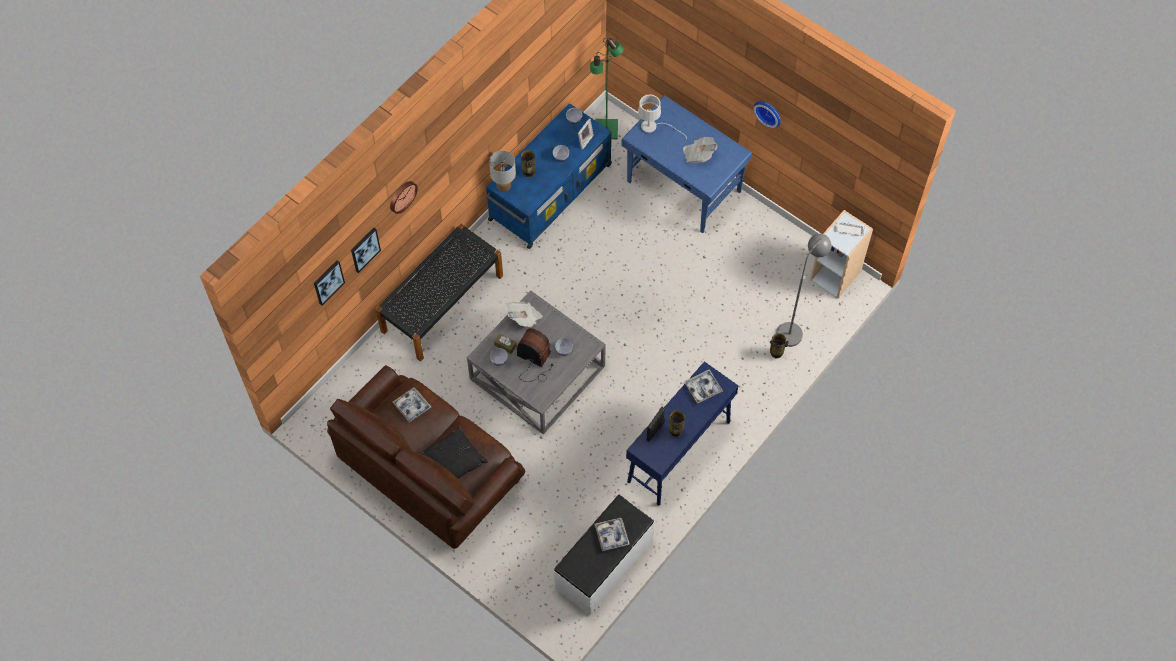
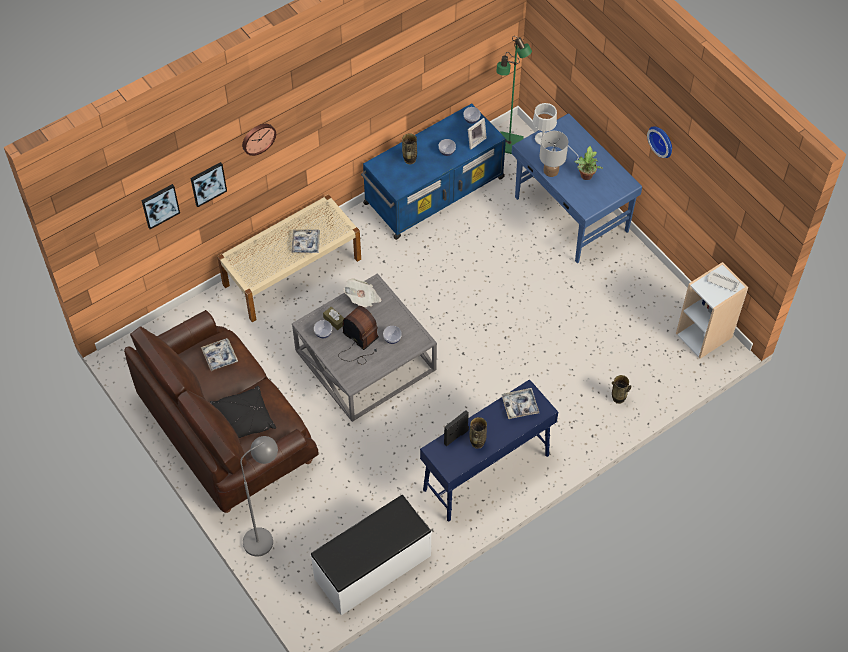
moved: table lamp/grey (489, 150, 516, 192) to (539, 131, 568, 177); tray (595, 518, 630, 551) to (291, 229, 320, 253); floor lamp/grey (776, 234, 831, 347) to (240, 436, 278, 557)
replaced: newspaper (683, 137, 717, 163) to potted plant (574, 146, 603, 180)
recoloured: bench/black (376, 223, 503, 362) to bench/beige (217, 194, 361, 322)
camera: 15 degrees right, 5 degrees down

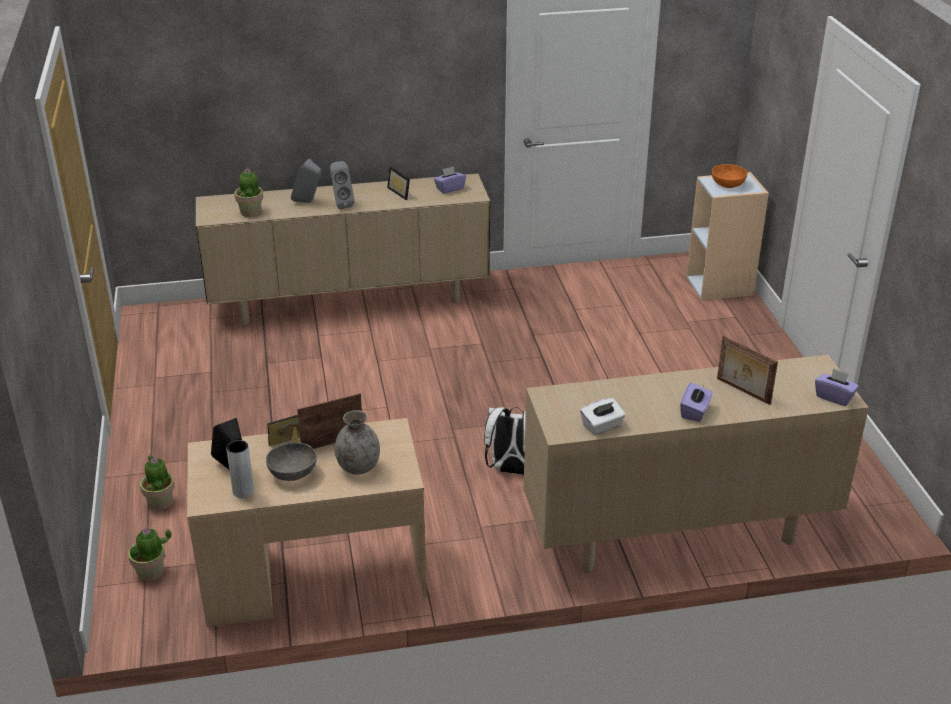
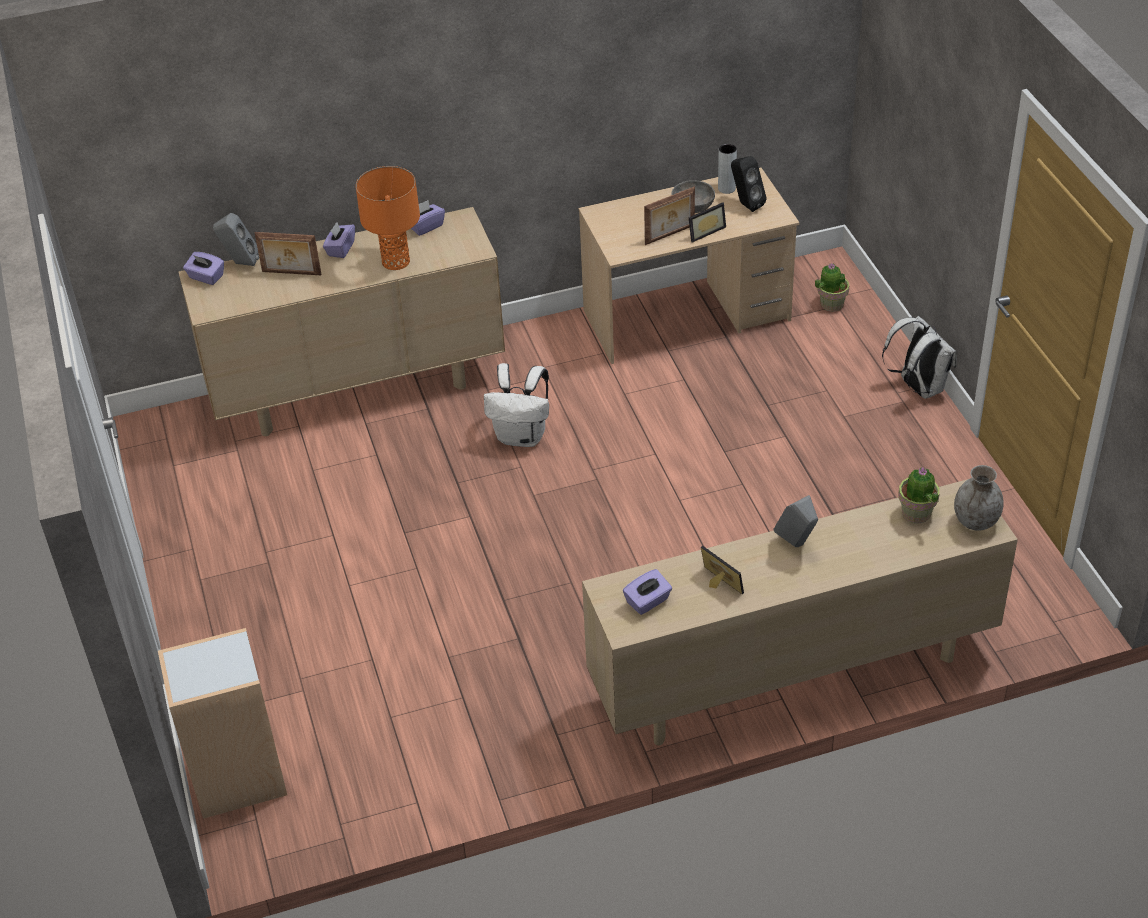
removed: potted plant (140, 454, 175, 510); bowl/orange (712, 164, 748, 188)
added: table lamp/orange (356, 166, 420, 270); backpack/white (882, 316, 957, 399)
moved: speaker/grey (291, 159, 322, 203) to (213, 213, 259, 266); vase/grey (335, 410, 380, 475) to (954, 465, 1004, 531)
recoloured: tissue box/white (580, 398, 626, 435) to tissue box/purple (411, 200, 445, 236)
turned: picture frame (717, 336, 778, 405) = (254, 232, 321, 275) 150 degrees clockwise
camera: 175 degrees right, 10 degrees up

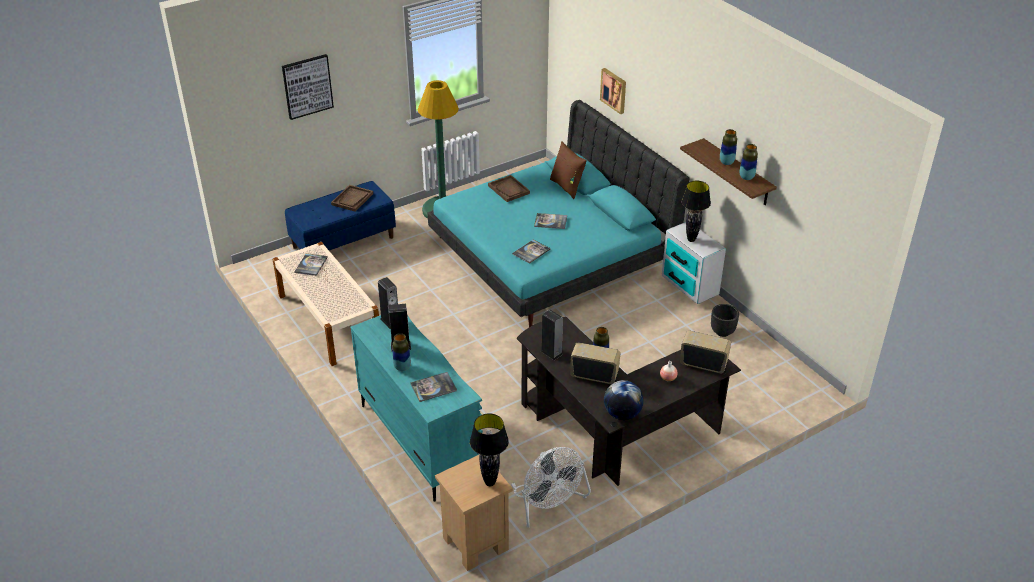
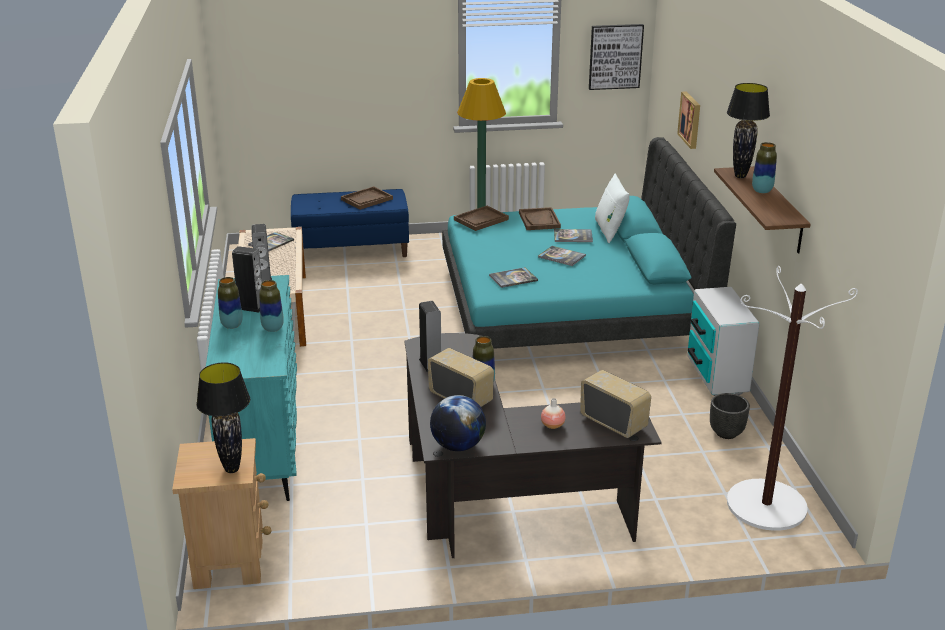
removed: fan/white (511, 447, 591, 527)
added: tray/brown (454, 206, 509, 231); clothes rack/white (727, 266, 858, 531)
moved: picture (282, 54, 334, 120) to (589, 24, 644, 90); book (410, 372, 457, 402) to (554, 229, 593, 242); table lamp/black (681, 181, 711, 242) to (727, 83, 770, 178); vase (740, 144, 758, 180) to (259, 280, 284, 332)
recoloured: pillow/brown (550, 141, 587, 199) to pillow/white (595, 174, 629, 243)
camera: 25 degrees right, 10 degrees down

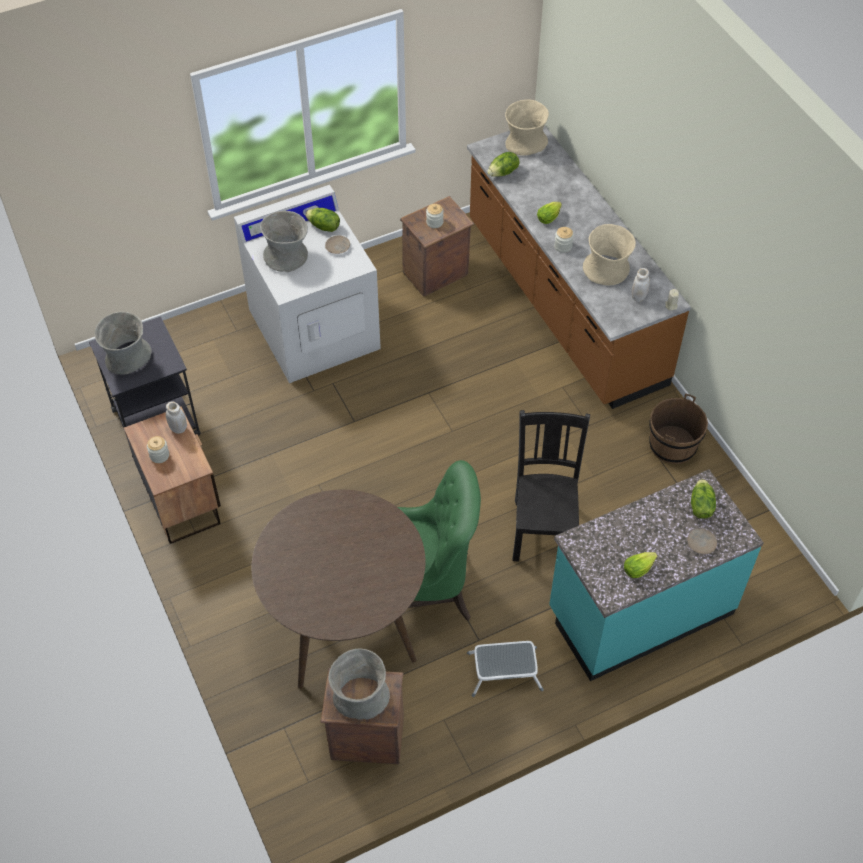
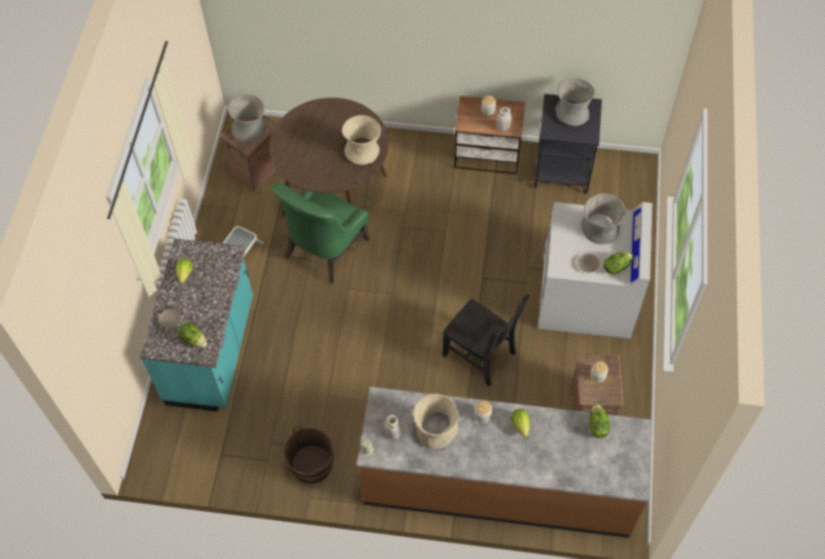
moved: vase/beige (505, 100, 549, 156) to (342, 115, 381, 165); chair/black (512, 410, 590, 561) to (443, 294, 530, 387)
camera: 125 degrees right, 5 degrees up

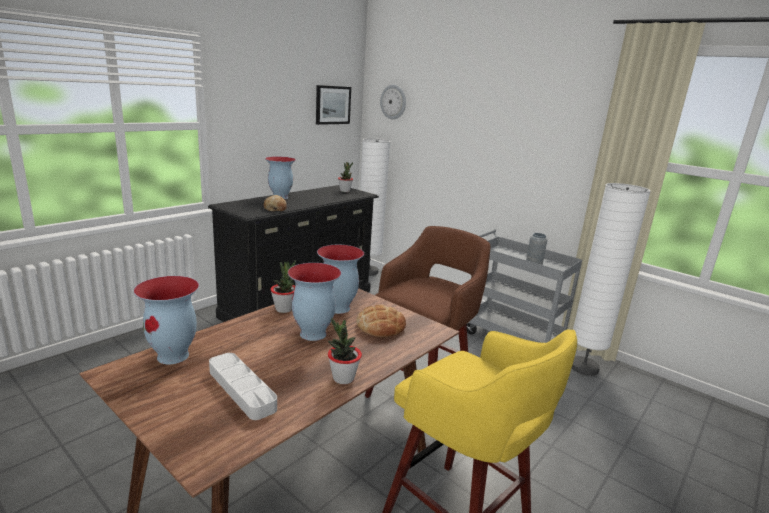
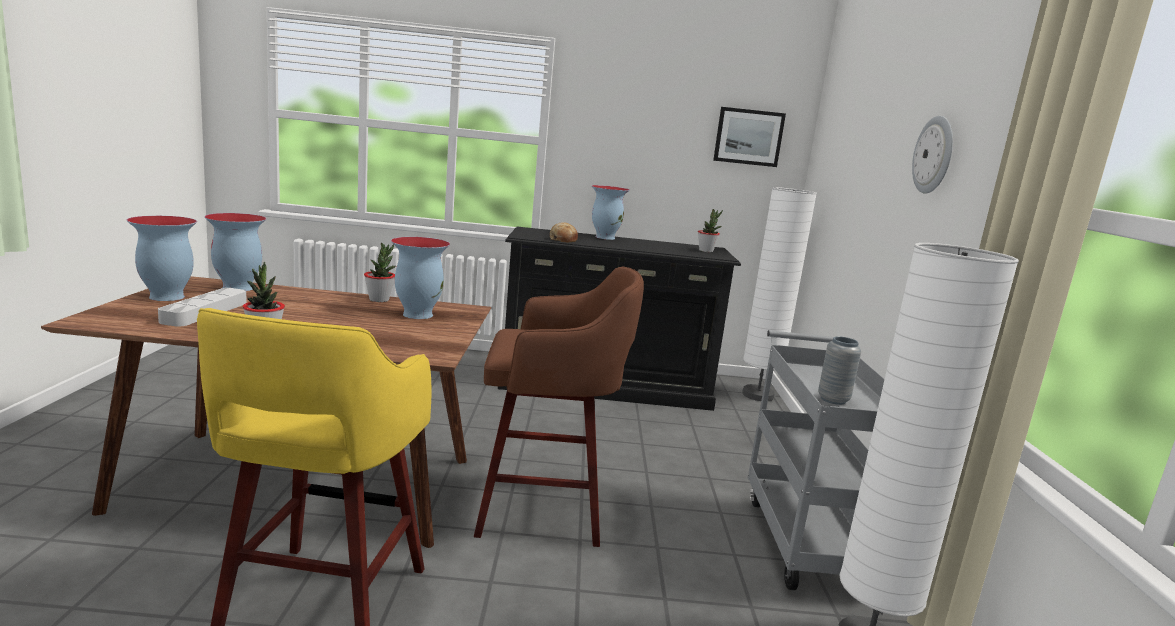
removed: bread (356, 304, 406, 337)
moved: vase (288, 263, 341, 341) to (127, 216, 197, 301); wall clock (380, 85, 406, 119) to (912, 116, 953, 194)
camera: 50 degrees right, 5 degrees down

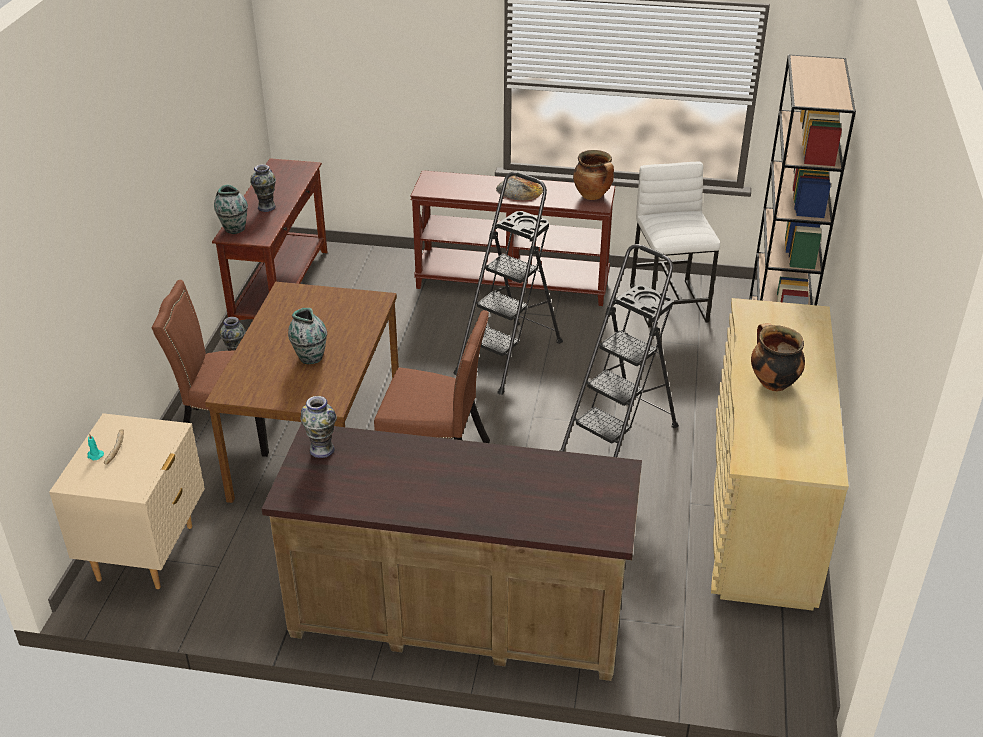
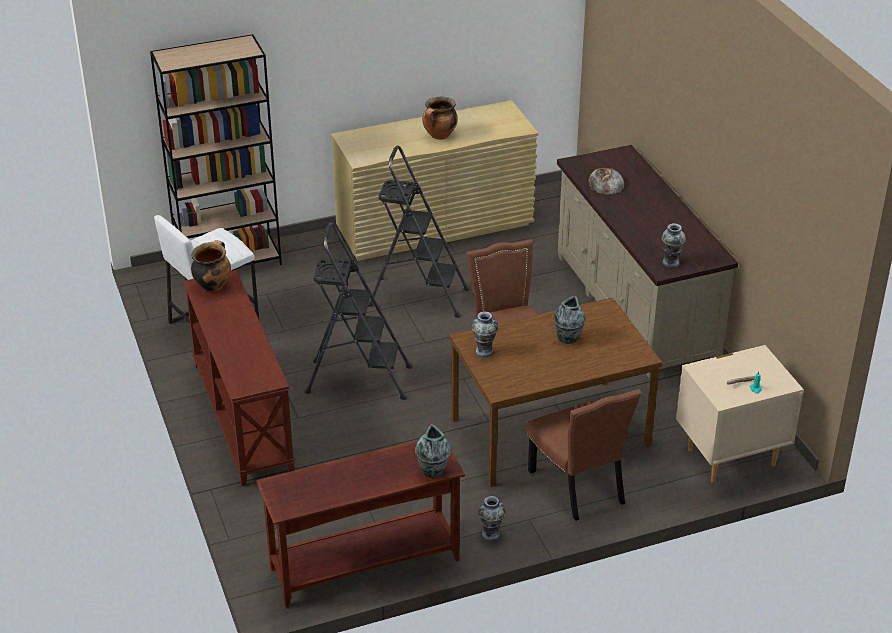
moved: vase (250, 164, 276, 212) to (472, 312, 498, 358); bread (496, 175, 543, 200) to (588, 168, 624, 195)
camera: 120 degrees left, 0 degrees up

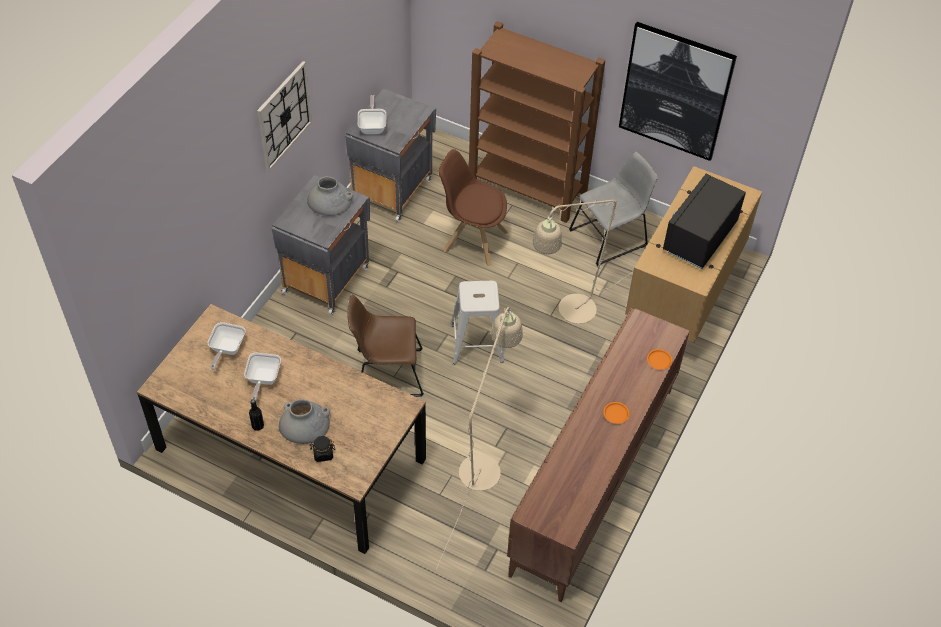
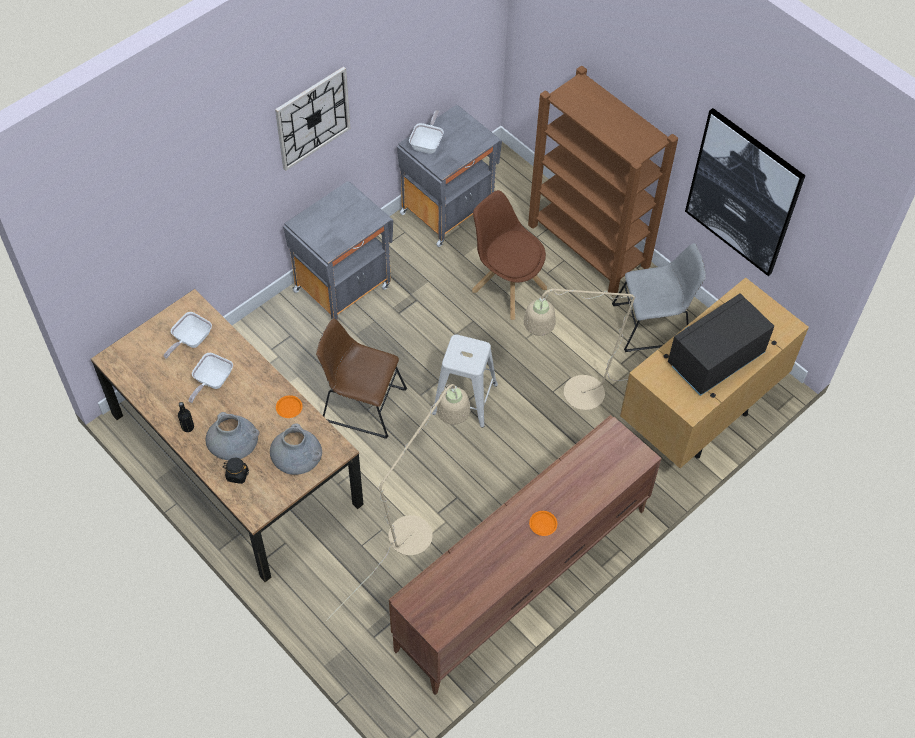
moved: vase/grey (307, 176, 354, 216) to (270, 424, 322, 475); plate/orange (647, 349, 672, 370) to (276, 395, 303, 418)
camera: 20 degrees right, 5 degrees up

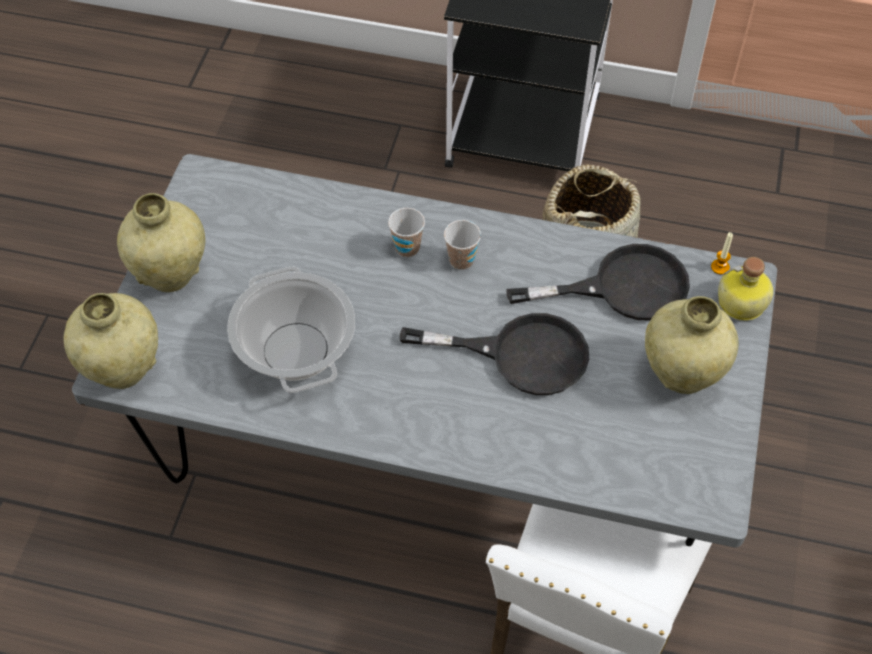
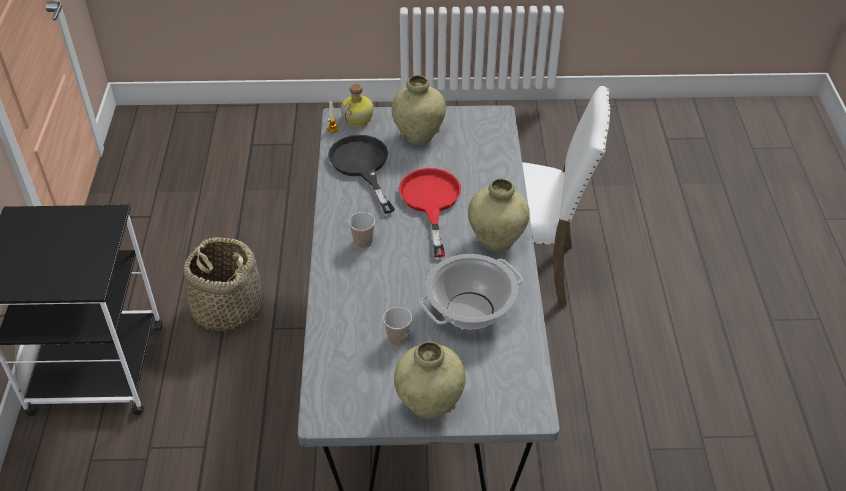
moved: vase/beige (63, 293, 158, 389) to (468, 178, 530, 252); cup (388, 208, 425, 257) to (383, 307, 412, 346)
recoloured: frying pan/black (400, 313, 589, 395) to frying pan/red (399, 168, 461, 257)
camera: 105 degrees left, 10 degrees down

